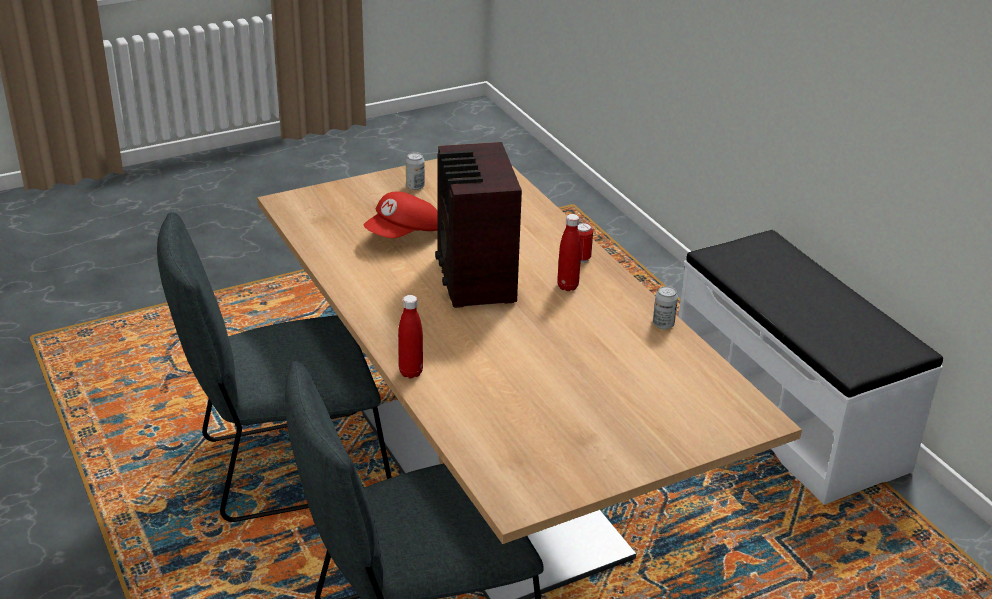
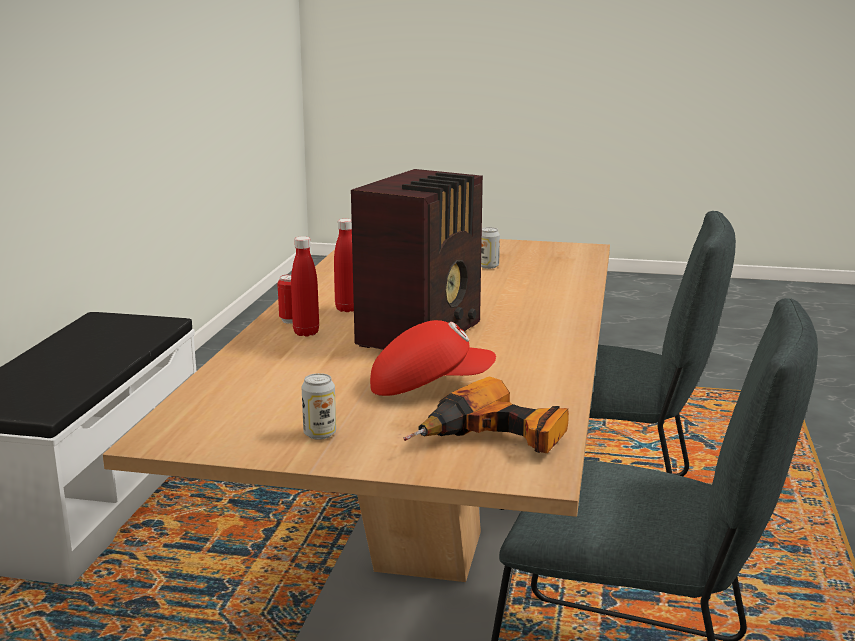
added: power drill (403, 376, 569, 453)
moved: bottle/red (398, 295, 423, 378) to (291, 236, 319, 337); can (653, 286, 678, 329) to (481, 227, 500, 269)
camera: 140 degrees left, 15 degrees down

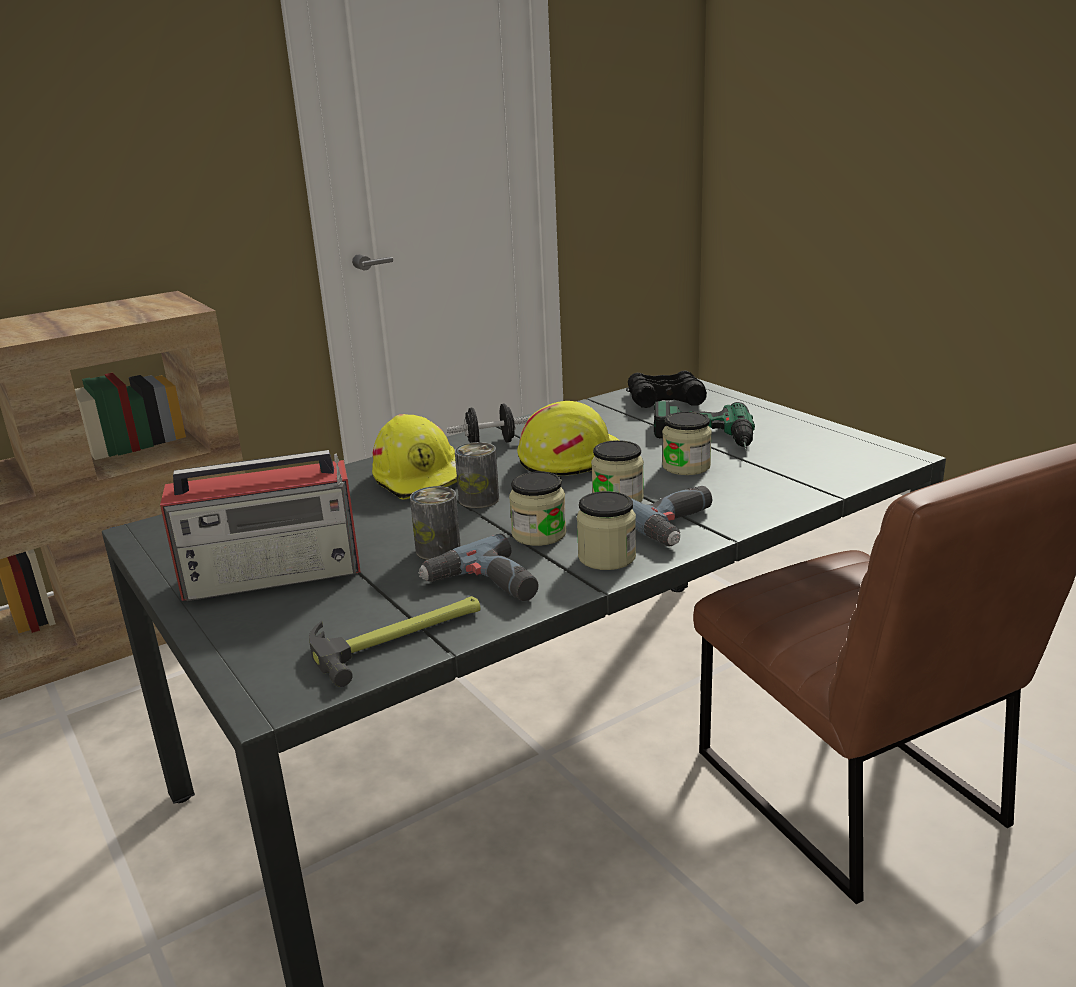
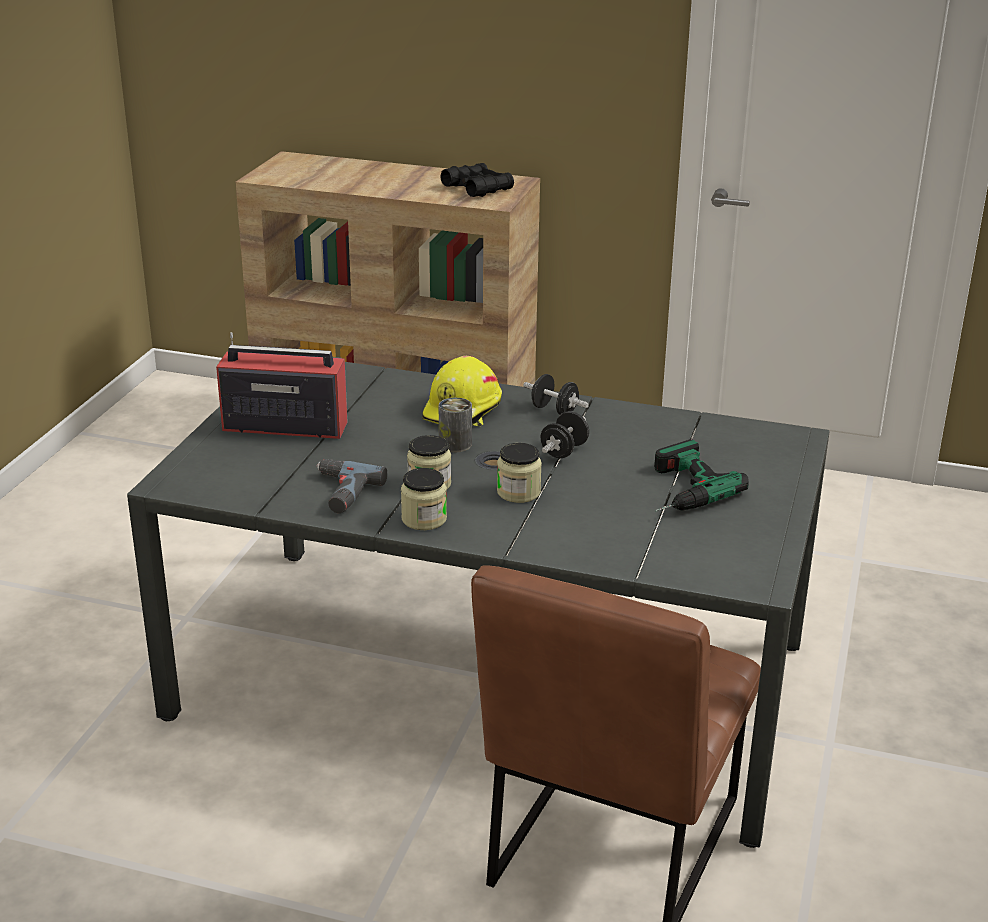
removed: hammer (309, 596, 481, 687); can (410, 486, 461, 560); power drill (631, 486, 712, 547); jar (662, 412, 712, 475)
moved: binoculars/black (626, 371, 707, 408) to (441, 163, 514, 197)
replaced: hard hat/yellow (517, 401, 619, 476) to dumbbell/black (541, 411, 589, 458)
turned: radio (160, 450, 361, 601) = (216, 332, 347, 439) 150 degrees clockwise
camera: 50 degrees right, 5 degrees up

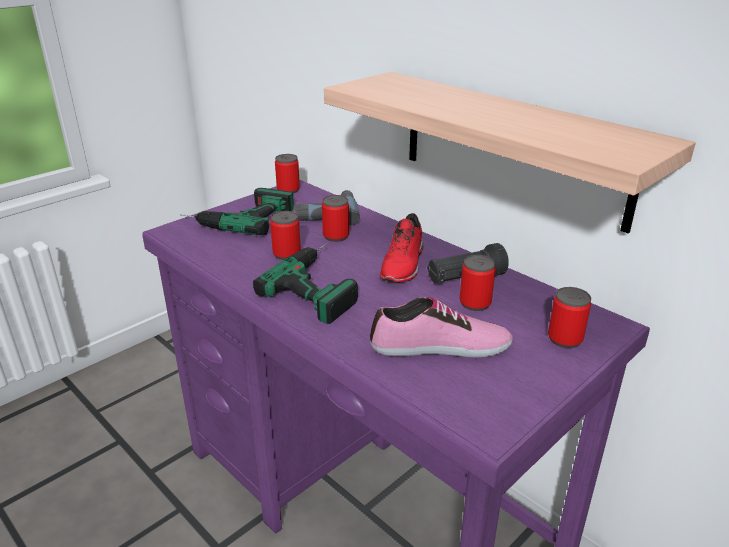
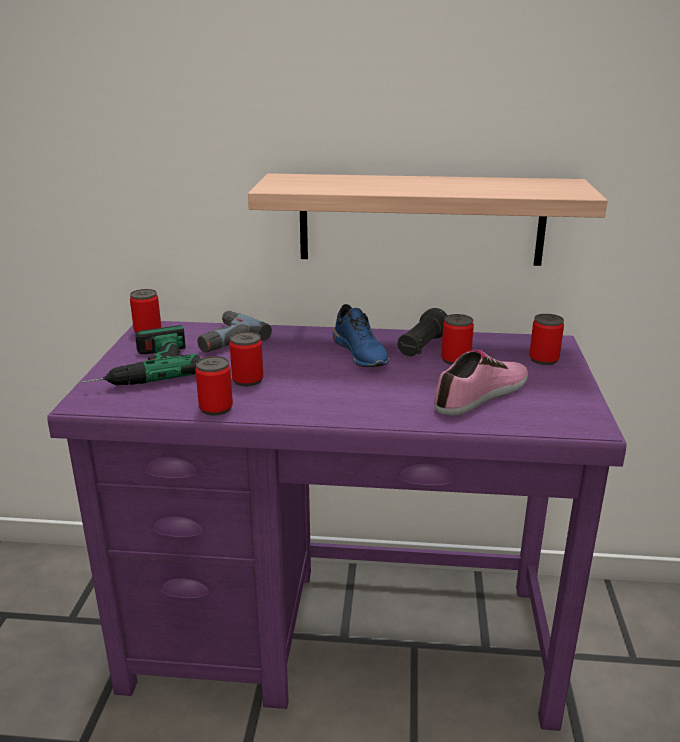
removed: power drill (253, 244, 358, 324)
moved: can (322, 195, 349, 242) to (195, 356, 233, 416)
recoloured: shoe/red (380, 213, 423, 282) to shoe/blue (333, 304, 389, 367)
camera: 40 degrees left, 5 degrees down

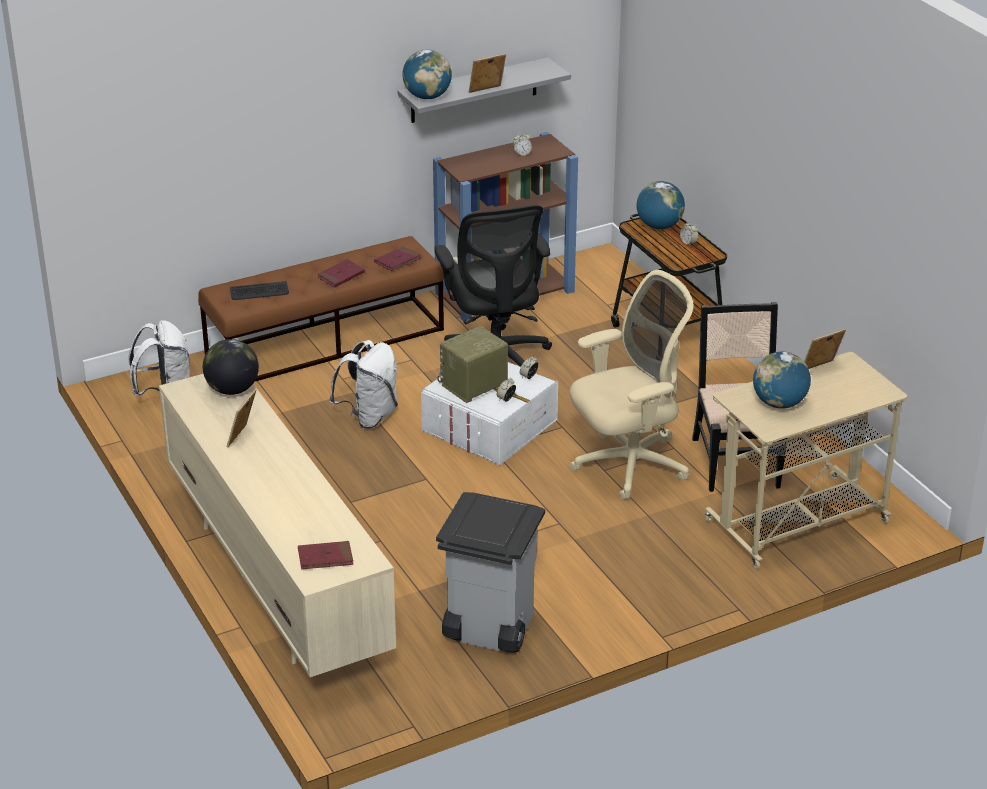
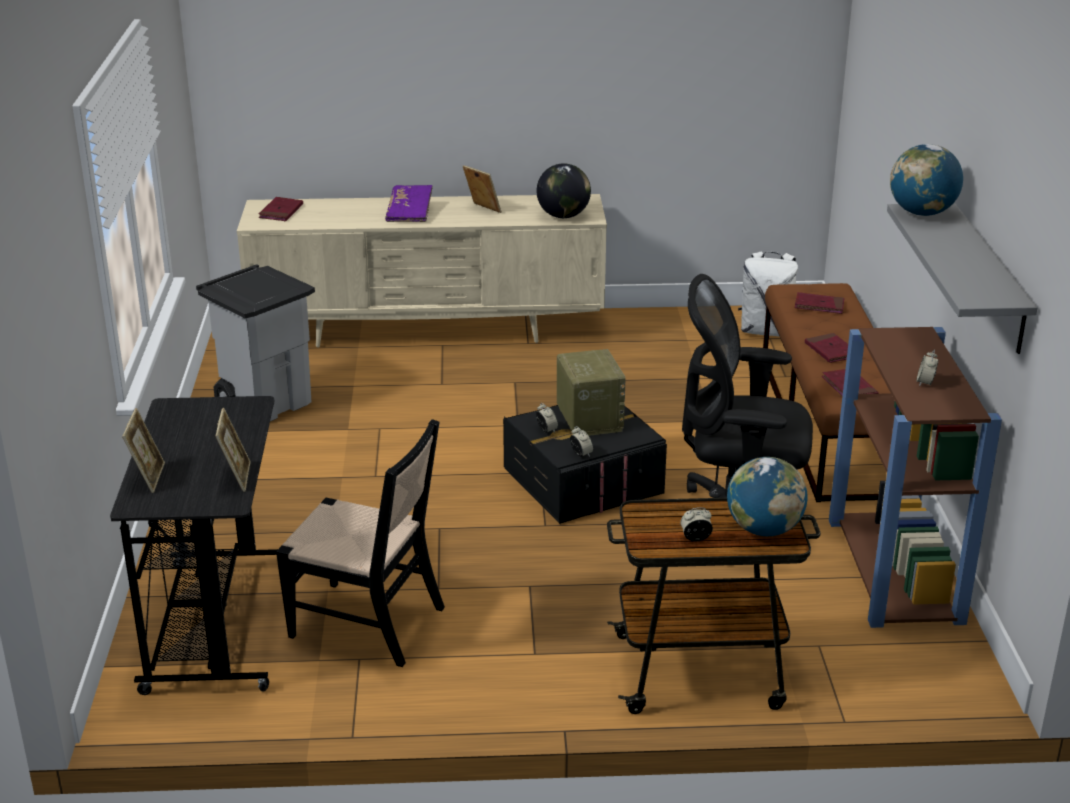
removed: backpack/white (329, 340, 398, 429); office chair/beige (569, 270, 693, 500); globe (753, 352, 811, 409)
added: book/purple (385, 185, 433, 222)
moved: picture frame (469, 53, 506, 93) to (122, 408, 165, 493)
replaced: keyboard (230, 281, 289, 300) to book/red (795, 292, 845, 314)
recoloured: storage box/white (421, 362, 558, 465) to storage box/black (503, 405, 667, 524); desk/beige (705, 352, 907, 569) to desk/black (110, 396, 278, 695)
camera: 115 degrees right, 5 degrees down

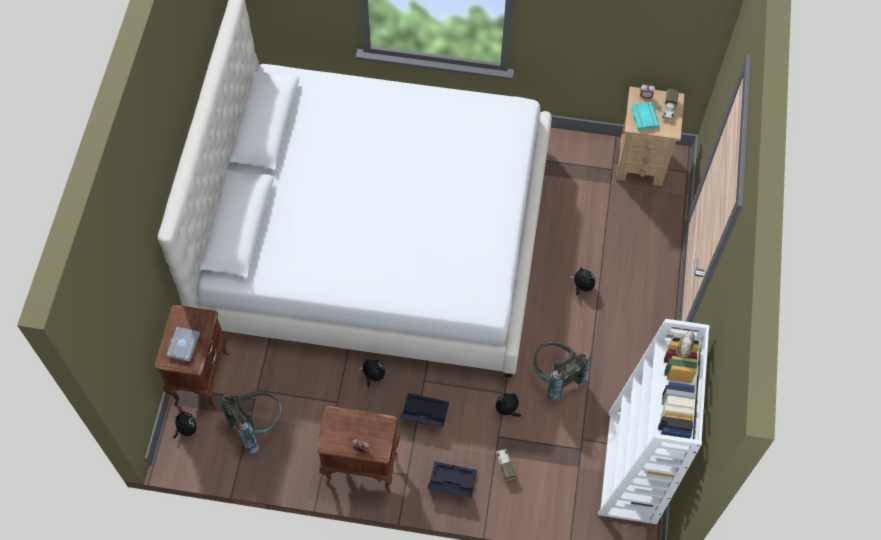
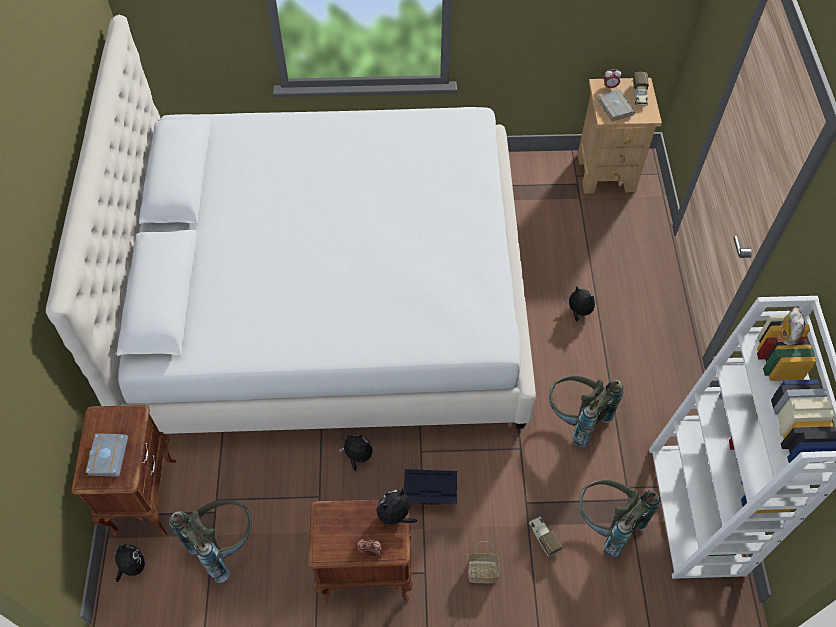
added: backpack/grey (579, 480, 660, 557)
moved: plush toy (496, 392, 521, 419) to (377, 488, 417, 531)
replaced: storage box/black (427, 461, 477, 498) to basket (468, 541, 499, 583)
recoloured: book/turquoise (631, 102, 659, 131) to book/grey (597, 89, 635, 121)
camera: 10 degrees left, 5 degrees down

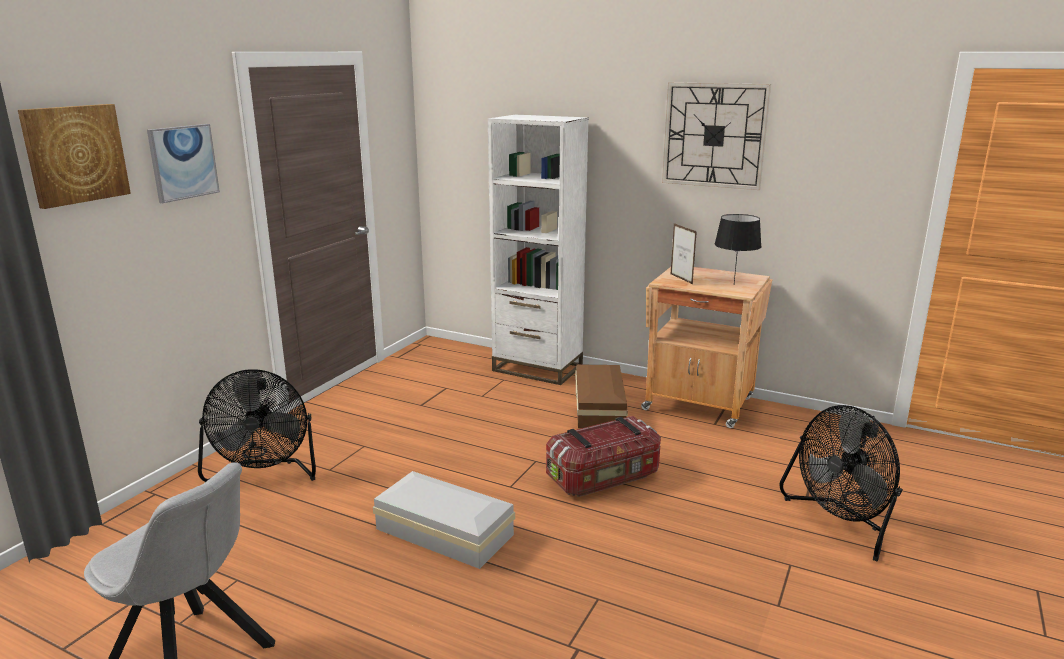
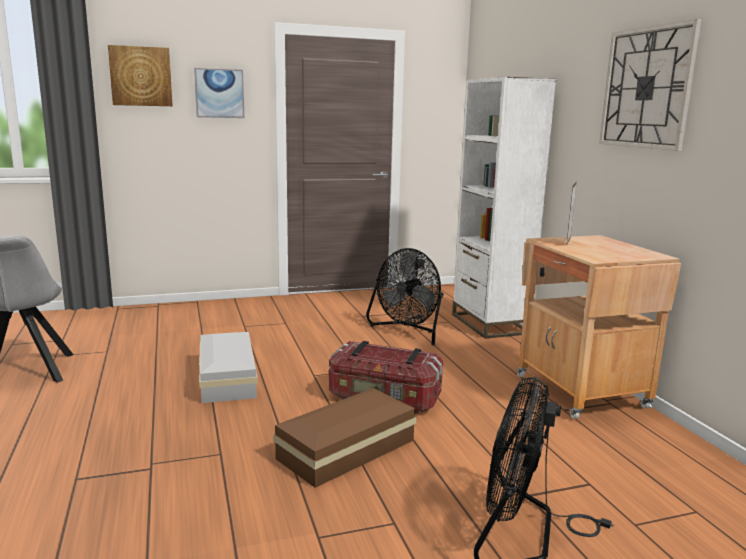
removed: table lamp/black (714, 214, 762, 283)
moved: fan/black (198, 369, 316, 482) to (366, 248, 444, 345); storage box/brown (575, 364, 628, 428) to (273, 388, 416, 488)
camera: 45 degrees right, 5 degrees down

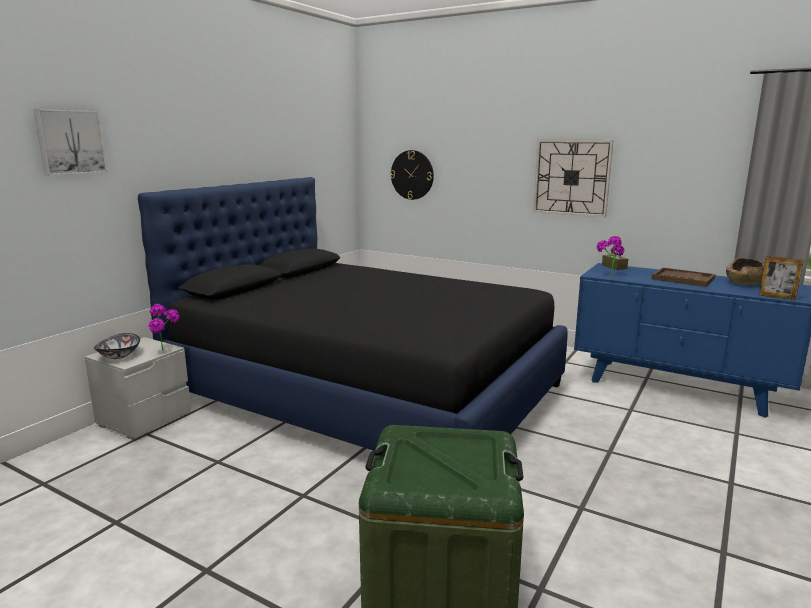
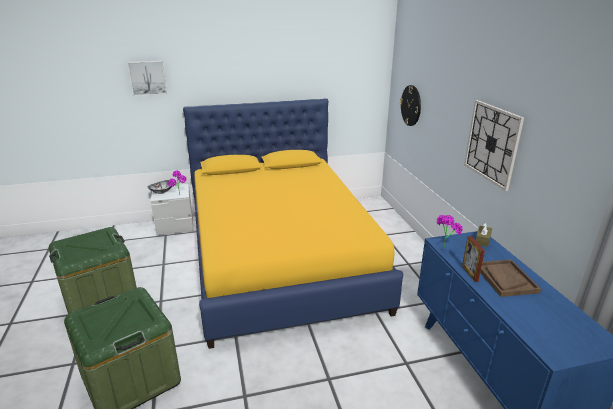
removed: bowl/brown (726, 258, 764, 285)
added: storage box/green (49, 227, 137, 314)
moved: picture frame (759, 256, 804, 300) to (462, 236, 485, 282)
recoloured: bed/black (138, 177, 568, 450) to bed/yellow (183, 99, 403, 349)
camera: 45 degrees right, 10 degrees up

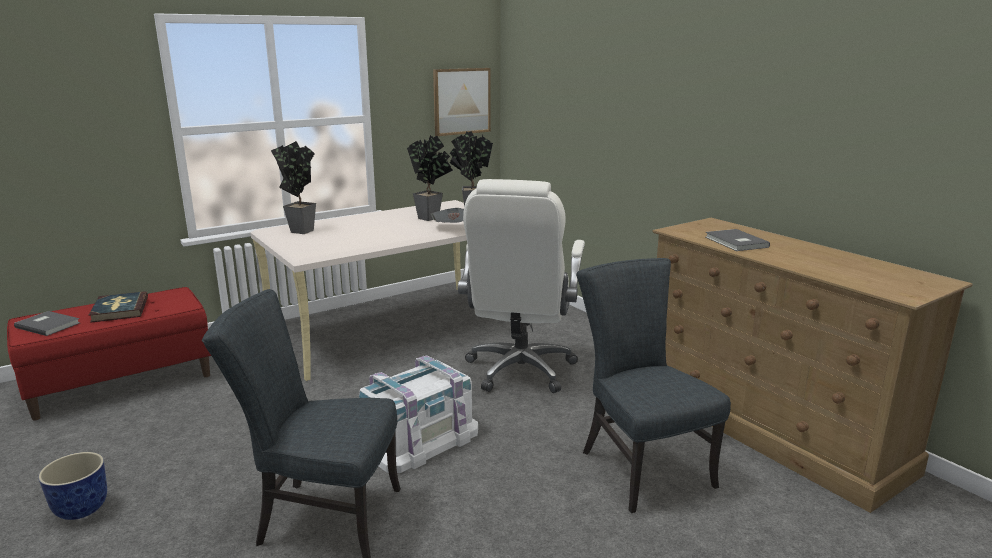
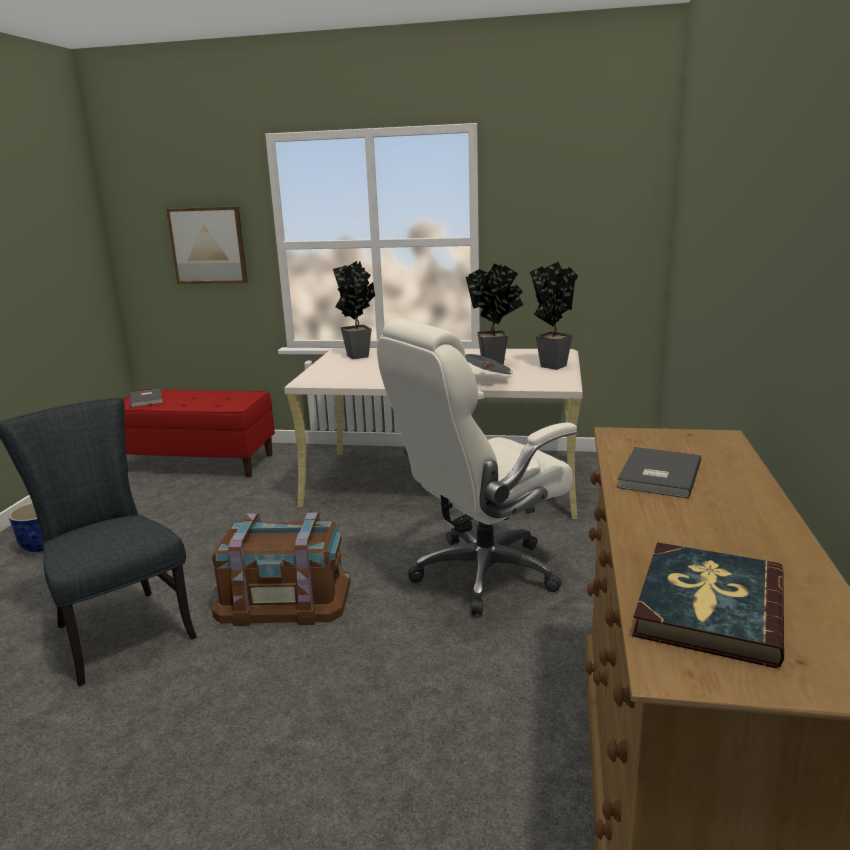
removed: chair/grey (576, 258, 731, 513)
moved: book (89, 291, 148, 323) to (632, 542, 784, 668); picture (433, 68, 491, 136) to (166, 206, 248, 284)
recoloured: storage box/white (359, 355, 478, 473) to storage box/brown (212, 512, 351, 626)
camera: 45 degrees right, 0 degrees up

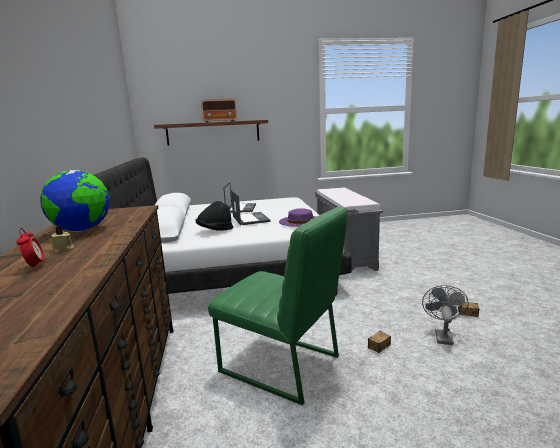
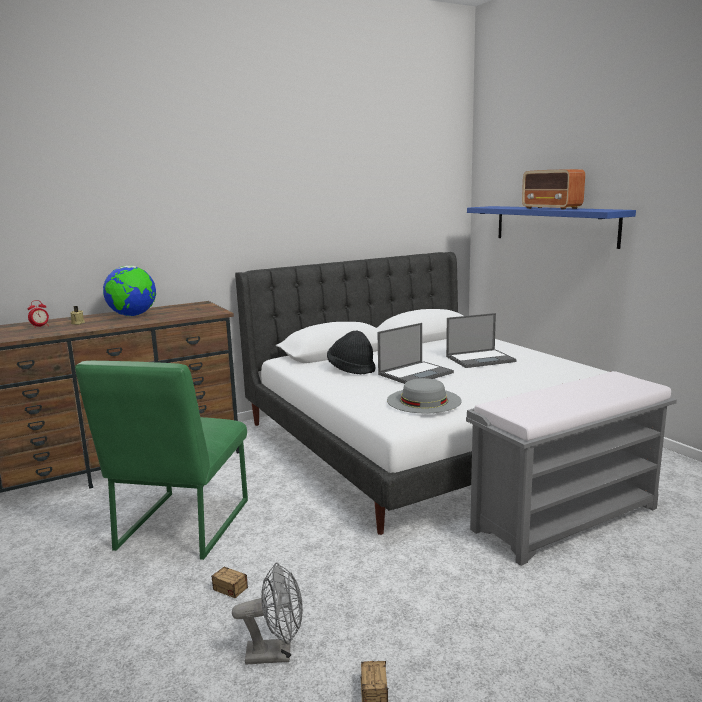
recoloured: shelf/brown (154, 120, 268, 145) to shelf/blue (467, 206, 636, 249); hat/purple (279, 208, 316, 227) to hat/grey (387, 378, 461, 413)
camera: 70 degrees right, 0 degrees up

